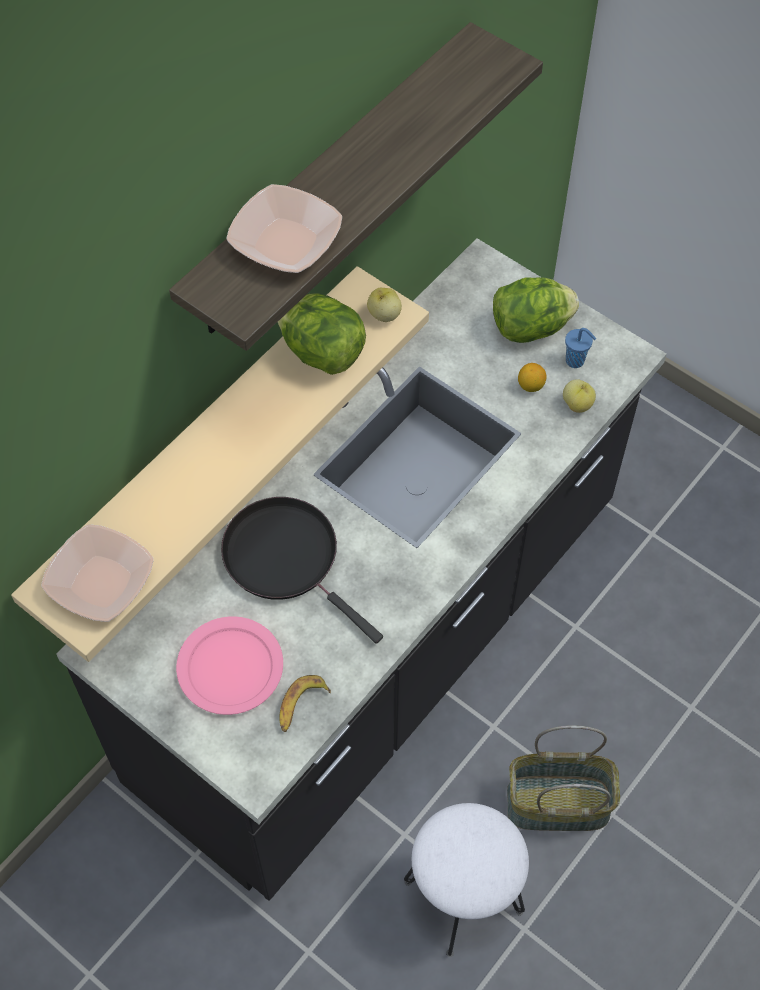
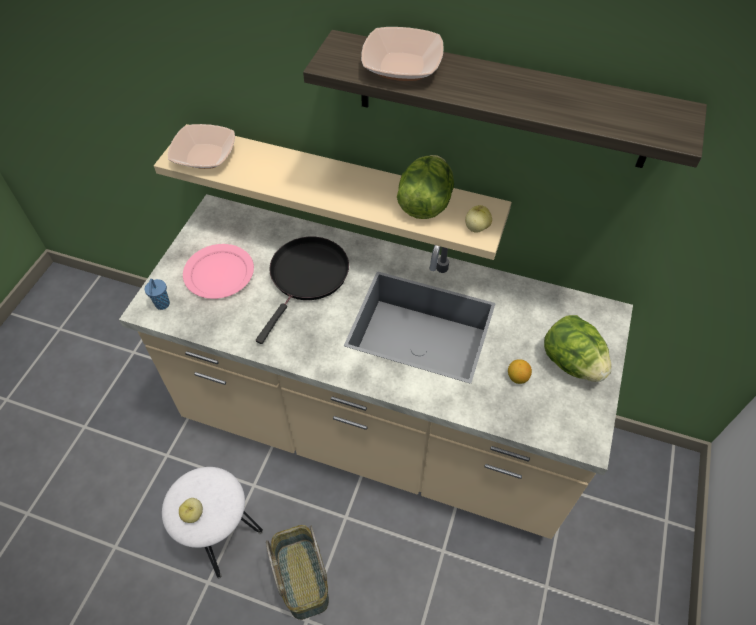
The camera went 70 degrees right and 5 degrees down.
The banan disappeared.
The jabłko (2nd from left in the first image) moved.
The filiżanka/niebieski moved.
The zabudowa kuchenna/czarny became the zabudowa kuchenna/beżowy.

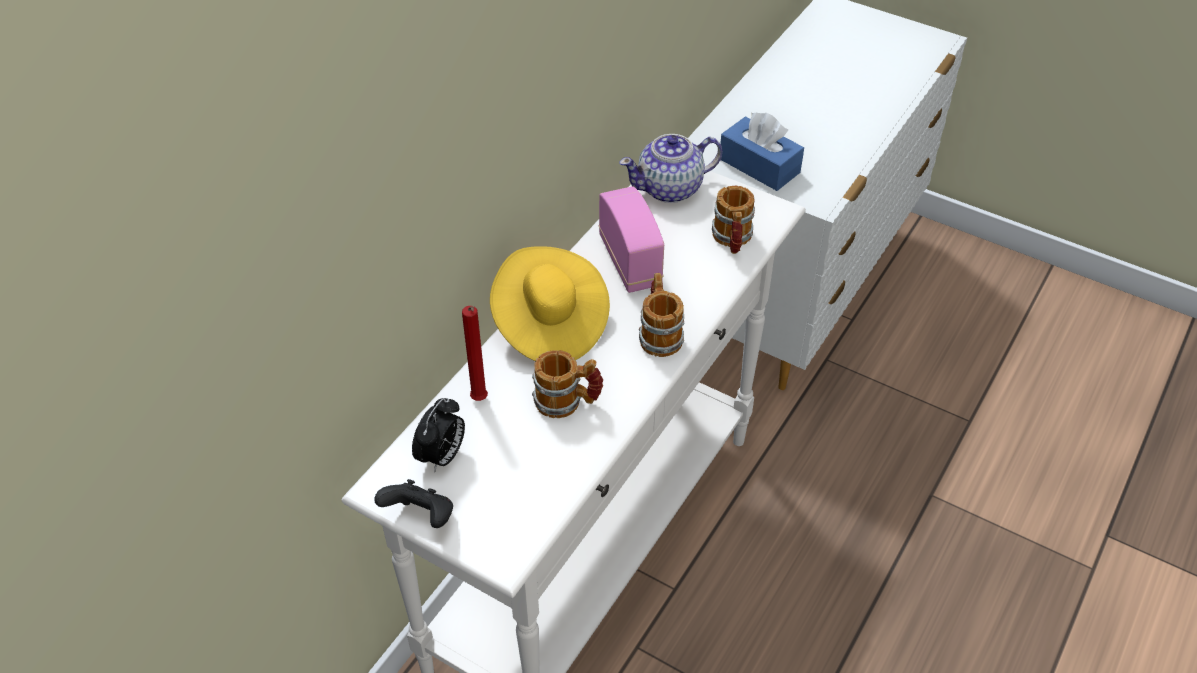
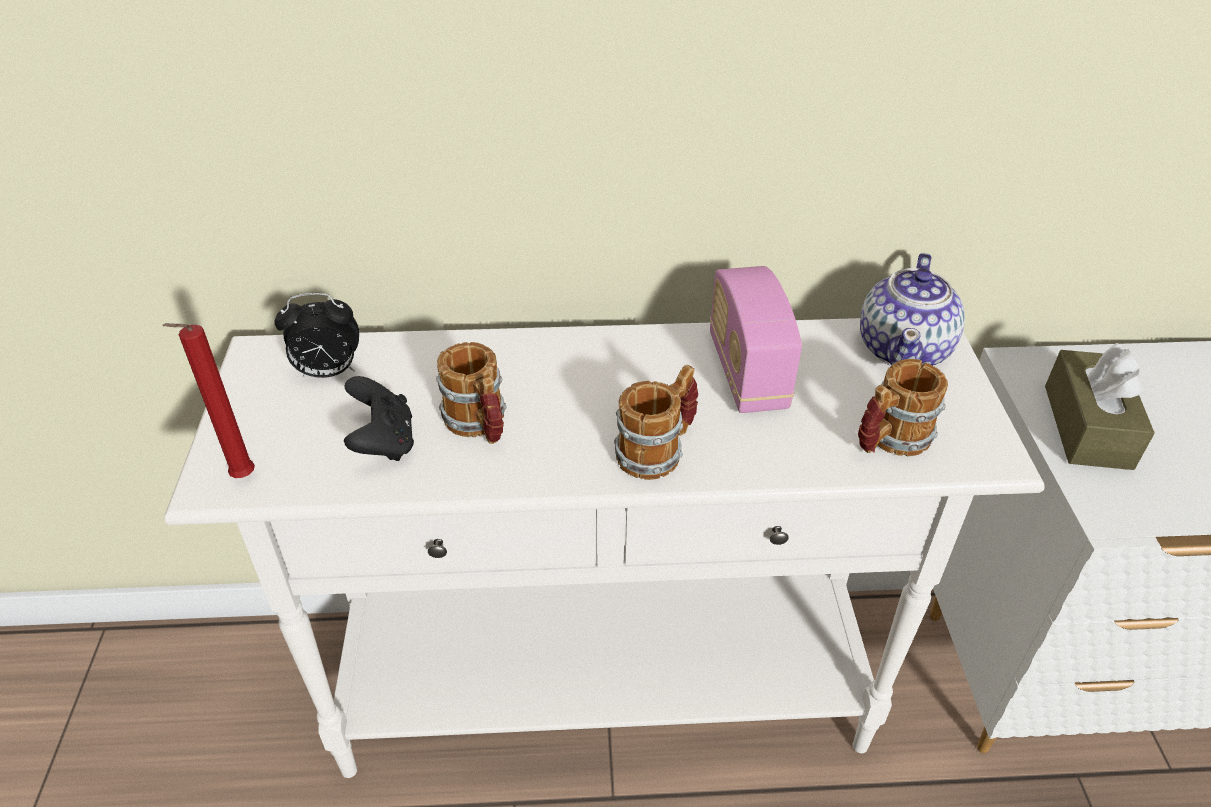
The camera went 55 degrees right and 5 degrees down.
The kapelusz/żółty disappeared.
The pad do gier/czarny moved.
The świeca/czerwony moved.
The pudełko chusteczek/niebieski became the pudełko chusteczek/brązowy.
The radio turned 135 degrees clockwise.
The imbryk turned 105 degrees counterclockwise.

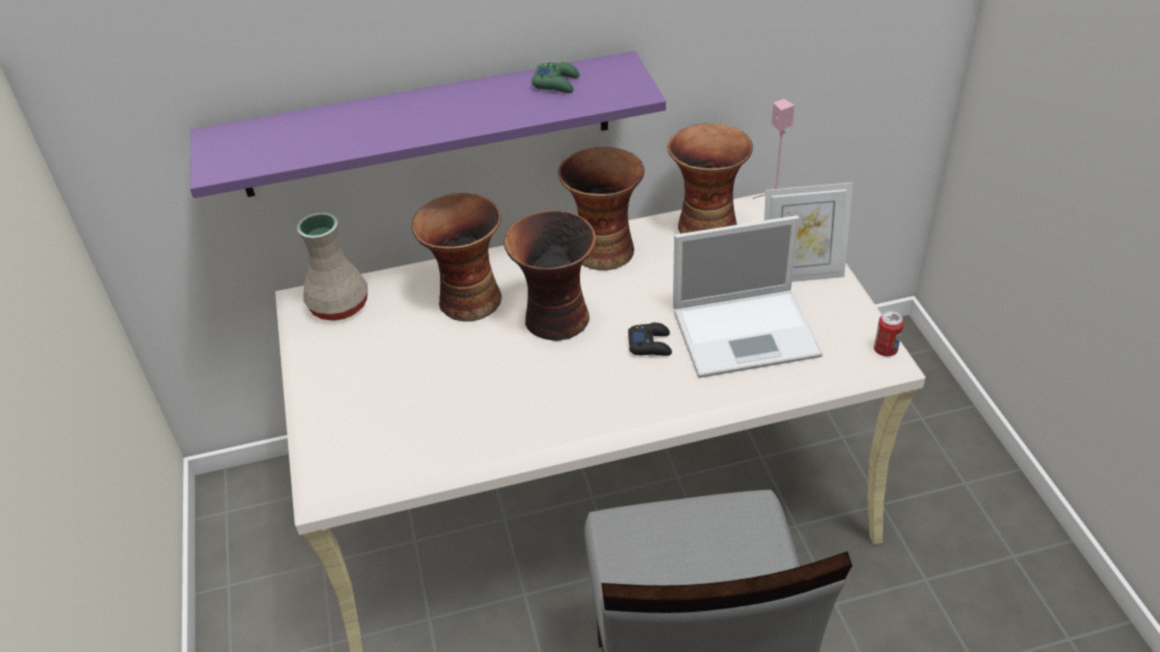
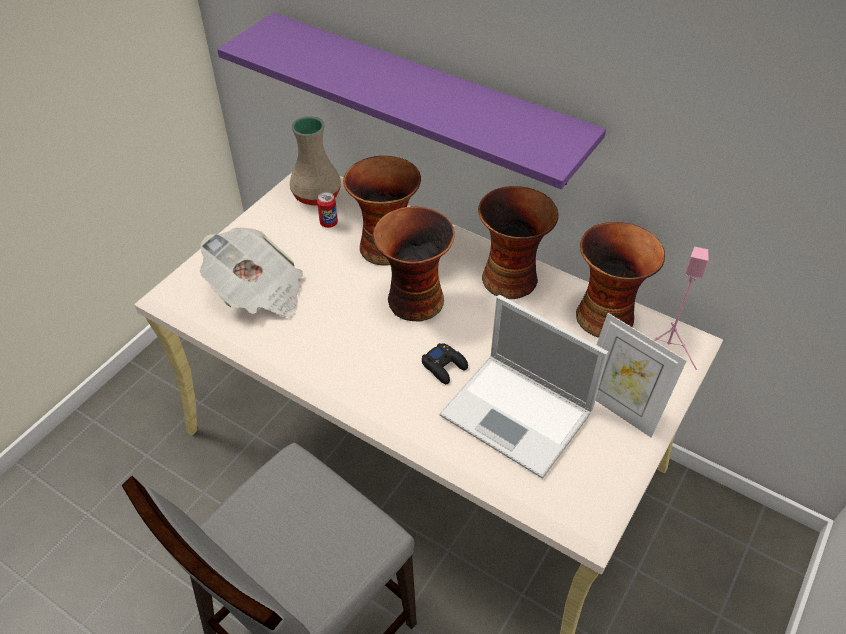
The camera went 45 degrees right and 5 degrees up.
The pad do gier/zielony disappeared.
The gazeta appeared.
The puszka moved.

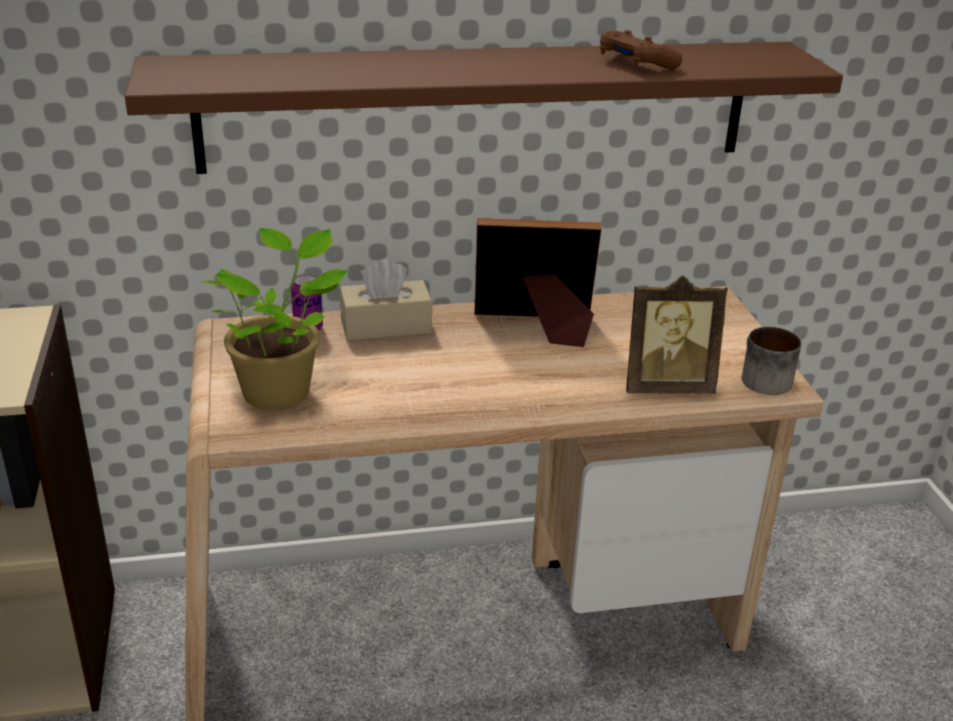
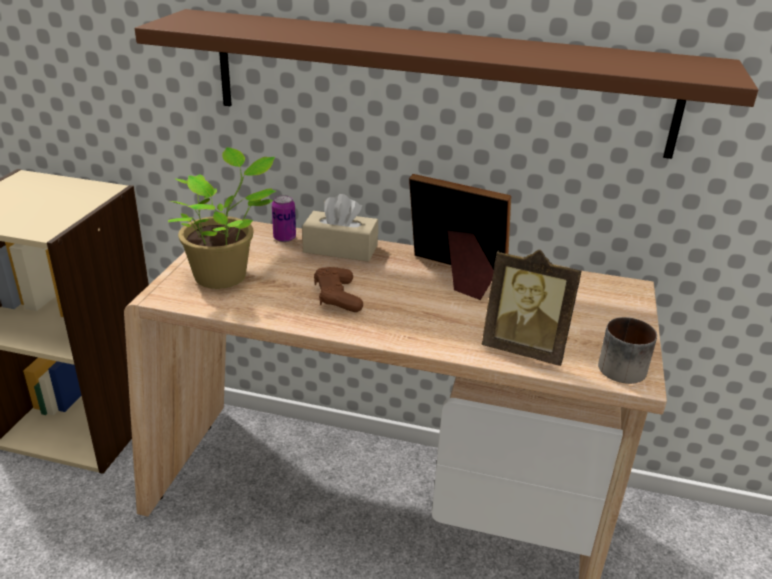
The camera went 25 degrees right and 0 degrees up.
The pad do gier/brązowy moved.

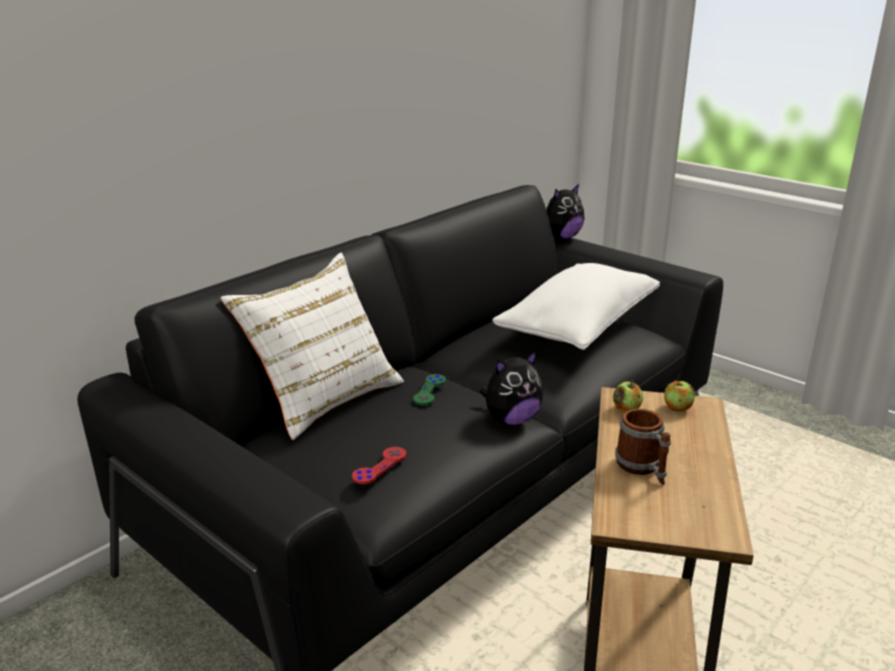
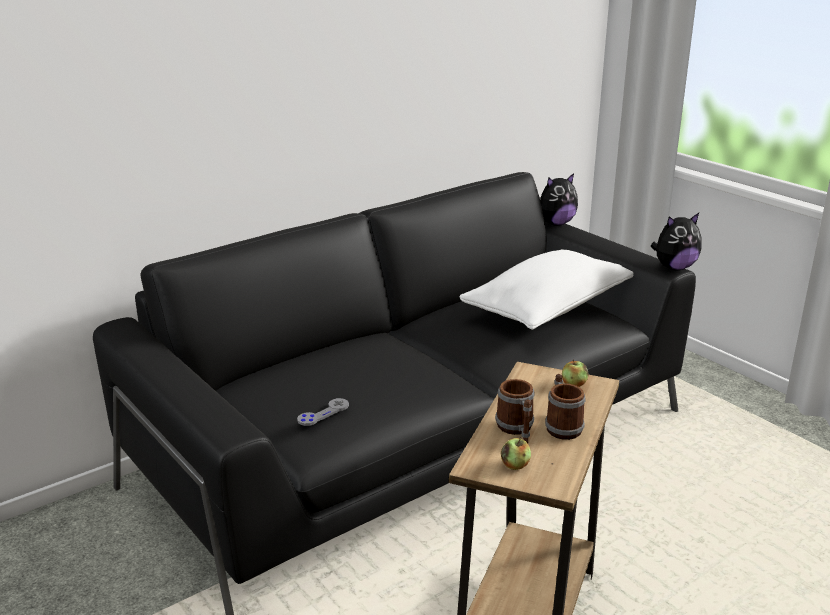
The camera went 10 degrees right and 0 degrees up.
The poduszka/biały (1st from left) disappeared.
The pad do gier/zielony disappeared.
The kubek (2nd from left) appeared.
The pluszak (1st from left in the first image) moved.
The jabłko (1st from left) moved.
The pad do gier/czerwony became the pad do gier/szary.

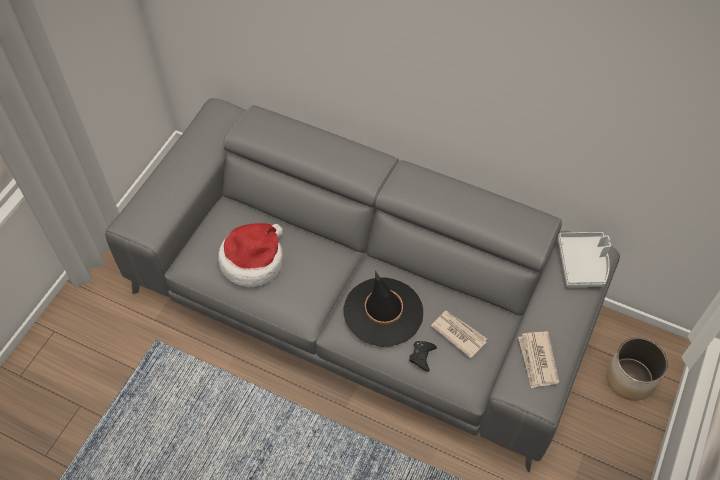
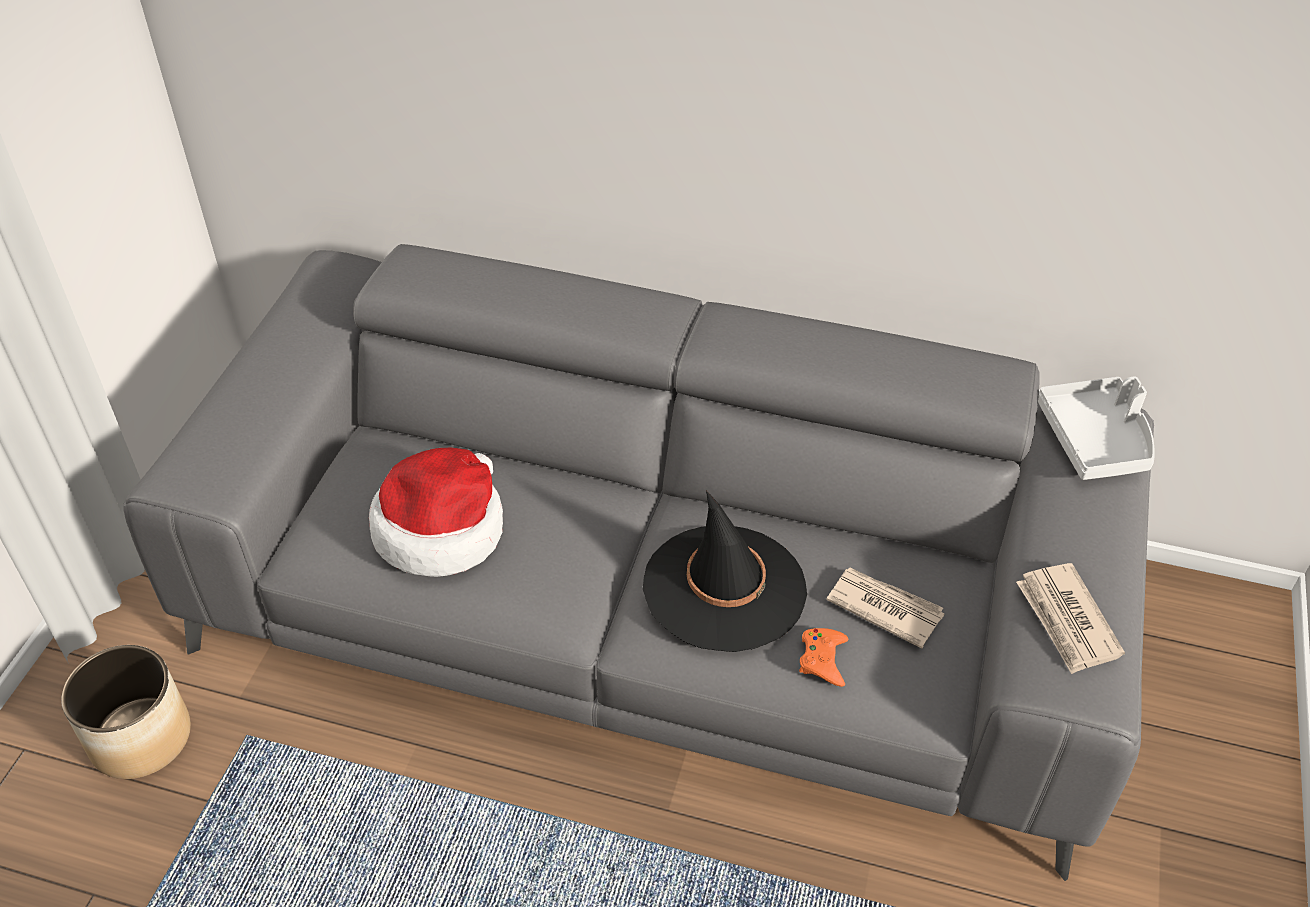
The camera went 10 degrees left and 10 degrees down.
The donica moved.
The pad do gier/czarny became the pad do gier/pomarańczowy.

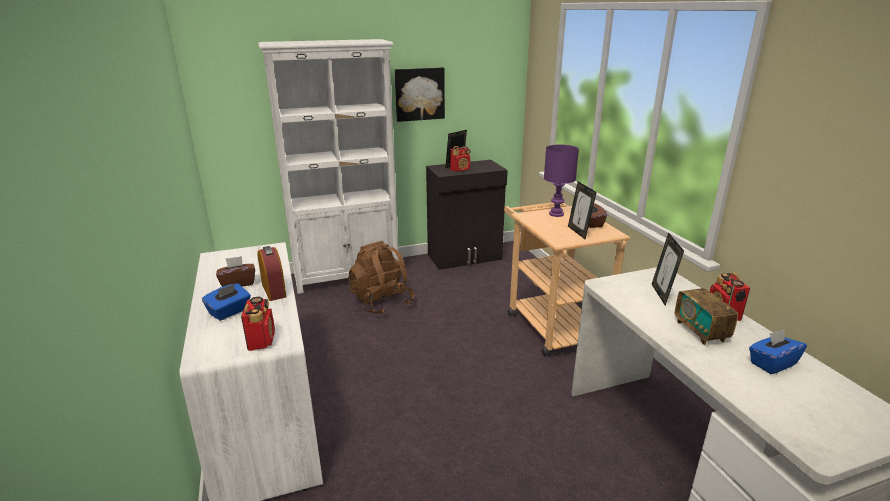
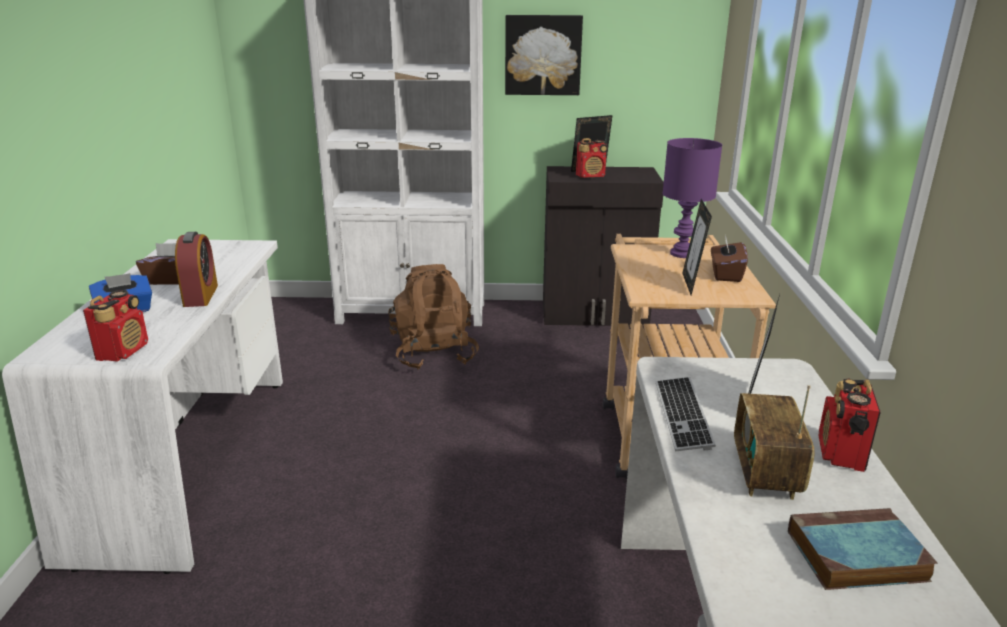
The camera went 20 degrees right and 0 degrees up.
The klawiatura appeared.
The pudełko chusteczek/niebieski (2nd from left) was replaced by the książka.

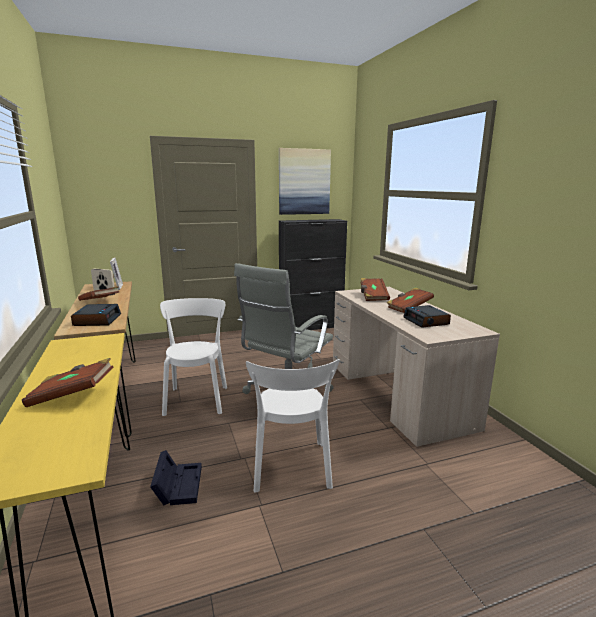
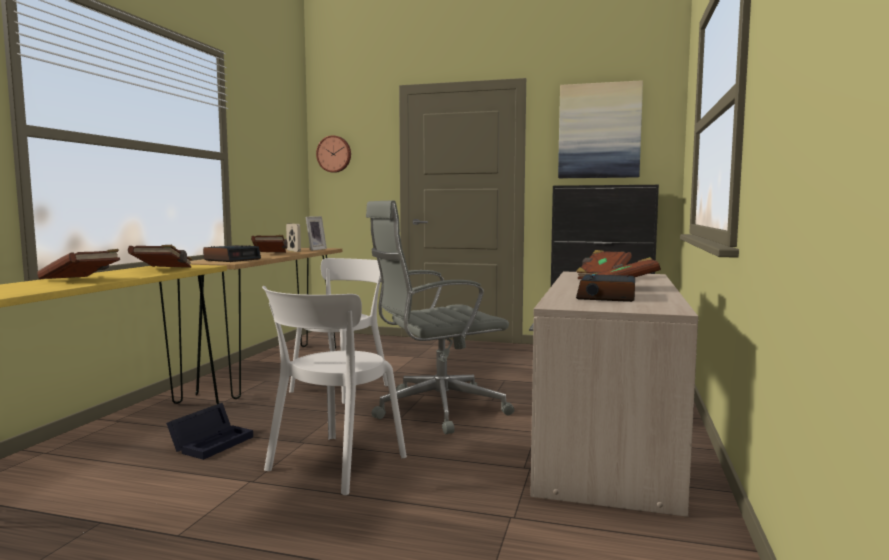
The camera went 35 degrees right and 10 degrees down.
The książka/brązowy (2nd from left) appeared.
The zegar ścienny appeared.

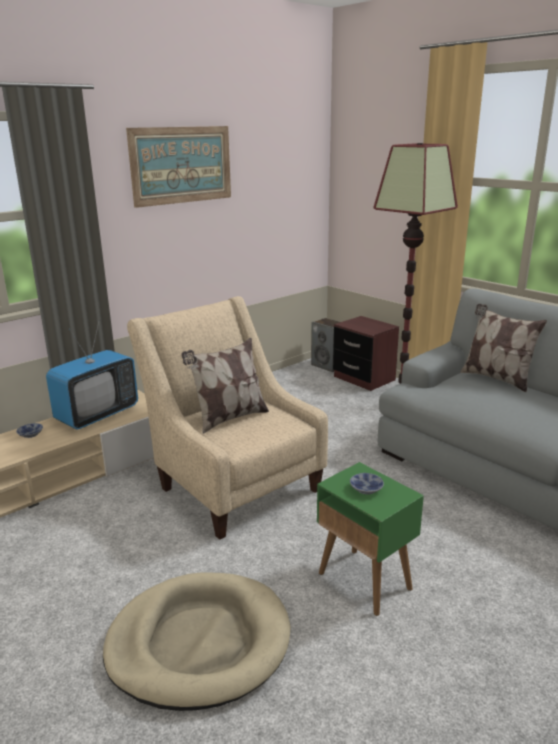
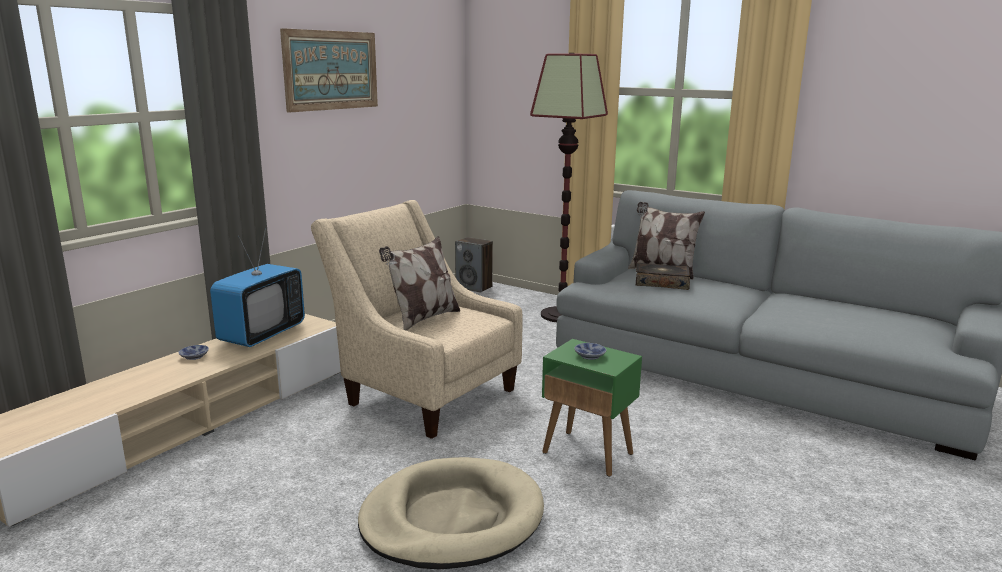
The camera went 15 degrees left and 5 degrees down.
The szafka nocna/brązowy disappeared.
The książka appeared.

